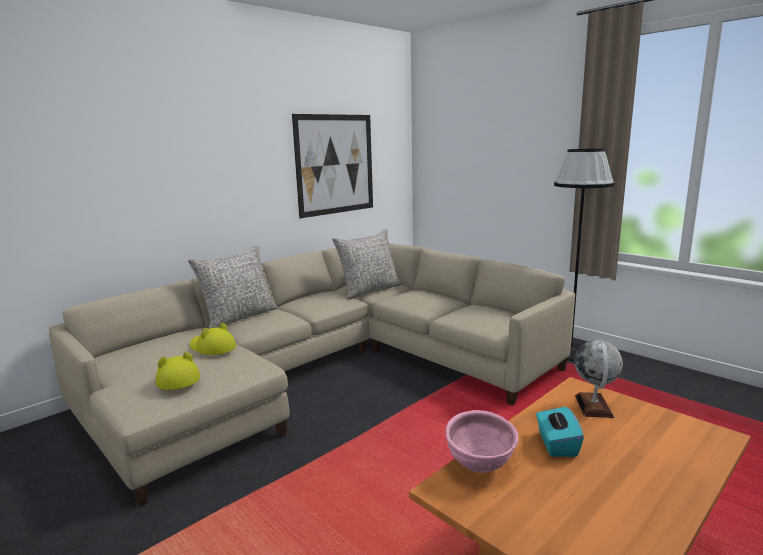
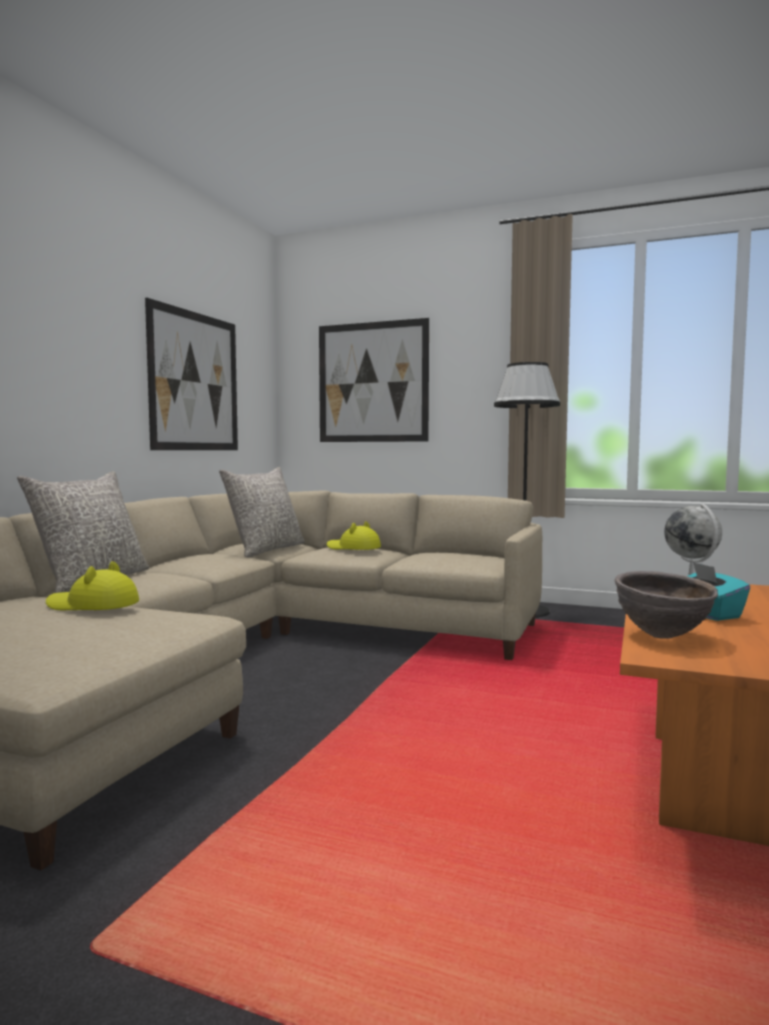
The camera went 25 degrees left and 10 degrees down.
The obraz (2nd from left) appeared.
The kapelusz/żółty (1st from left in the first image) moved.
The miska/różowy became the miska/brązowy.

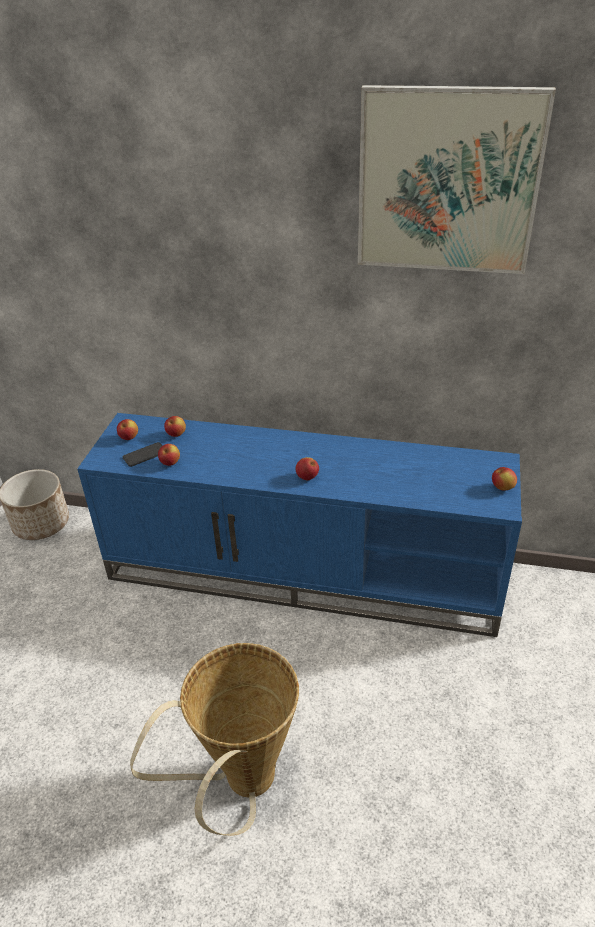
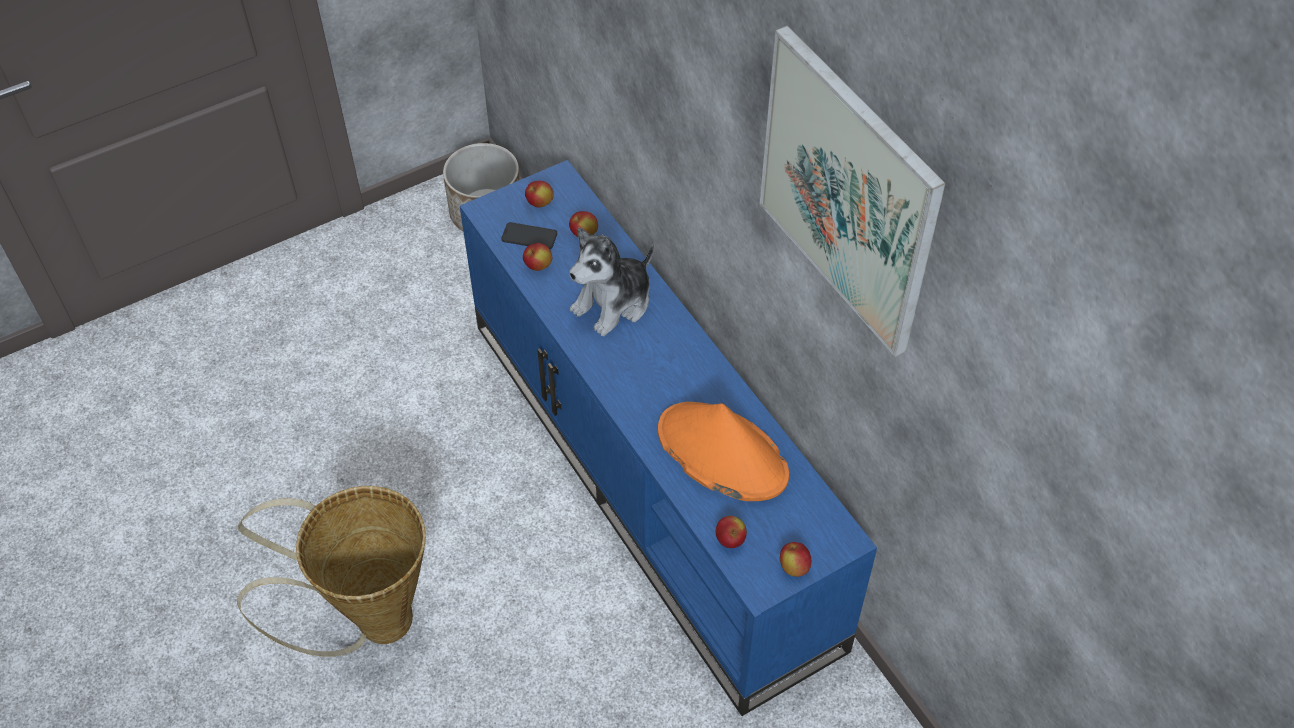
The camera went 45 degrees right and 15 degrees up.
The pluszak appeared.
The kapelusz/pomarańczowy appeared.
The jabłko (4th from left) moved.

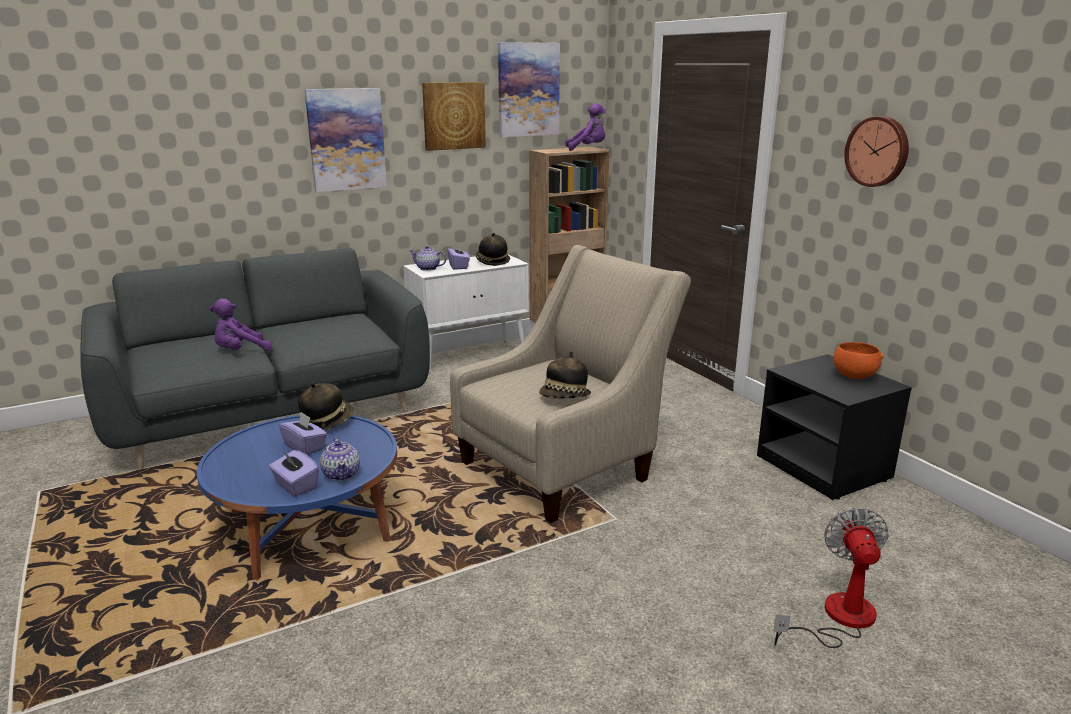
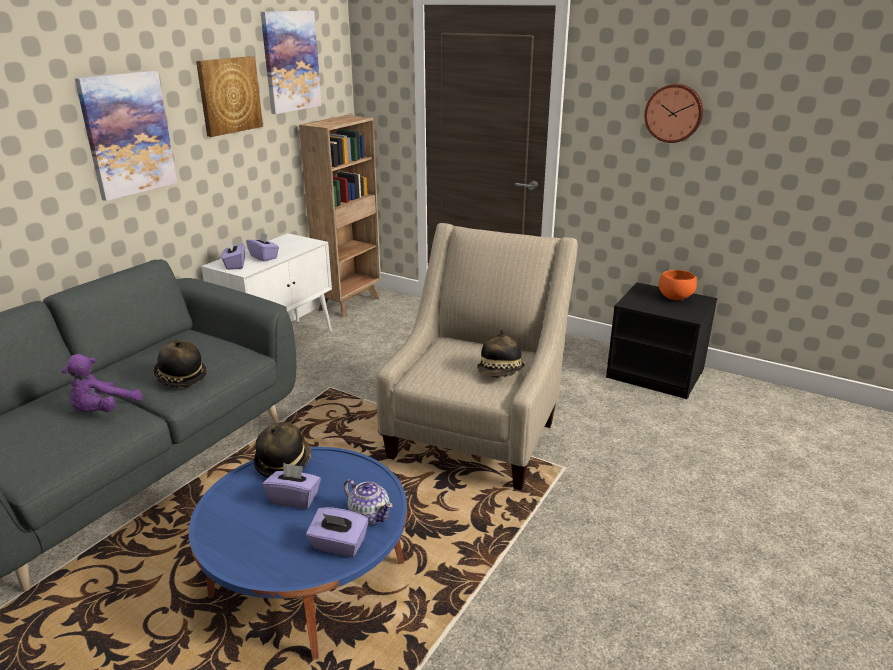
The camera went 30 degrees left and 5 degrees up.
The pluszak/fioletowy (2nd from left) disappeared.
The wentylator disappeared.
The kapelusz (2nd from left in the first image) moved.
The imbryk (2nd from left) was replaced by the pudełko chusteczek/fioletowy (1st from left).

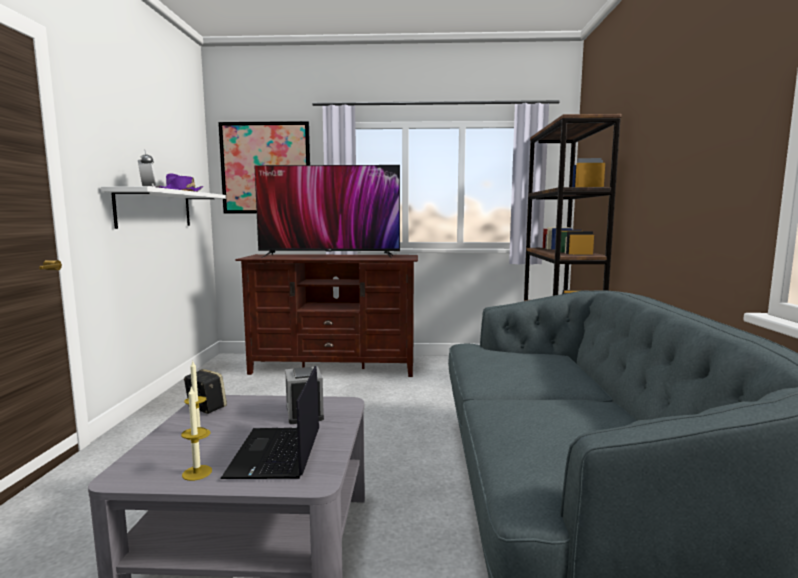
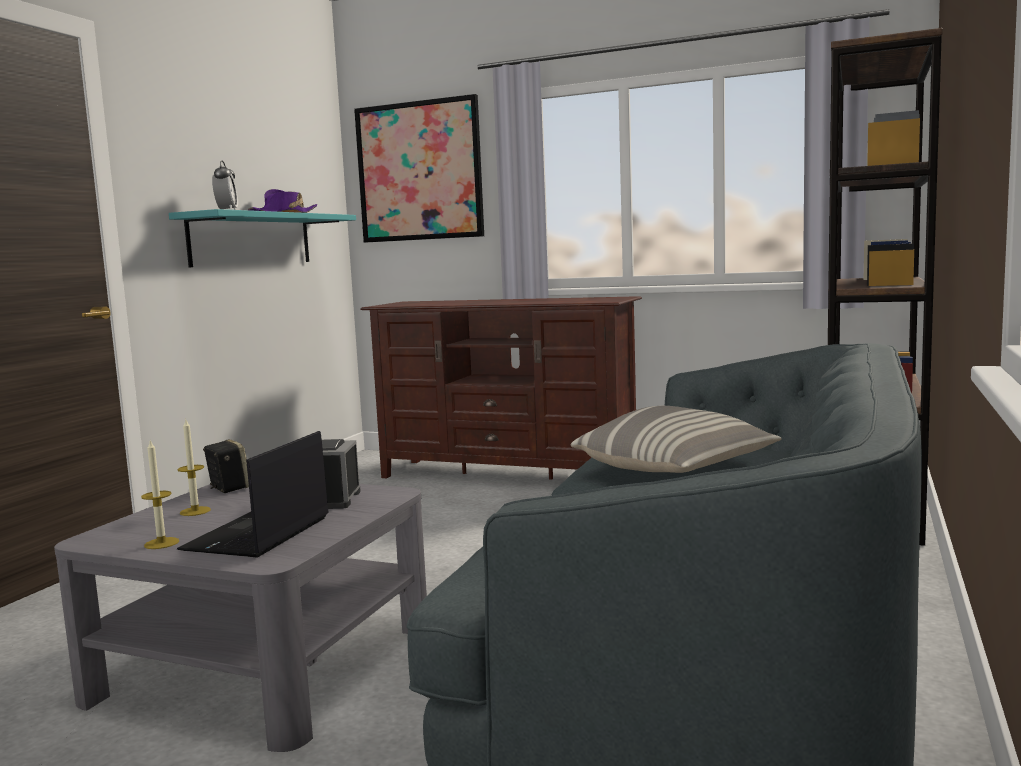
The camera went 20 degrees right and 0 degrees up.
The telewizor disappeared.
The poduszka appeared.
The półka/biały became the półka/turkusowy.

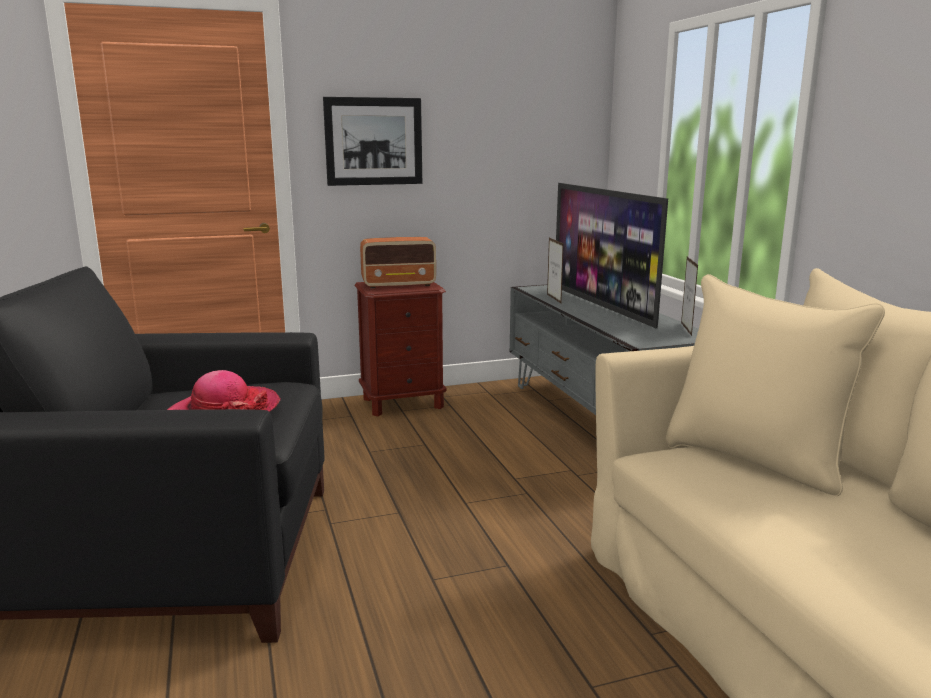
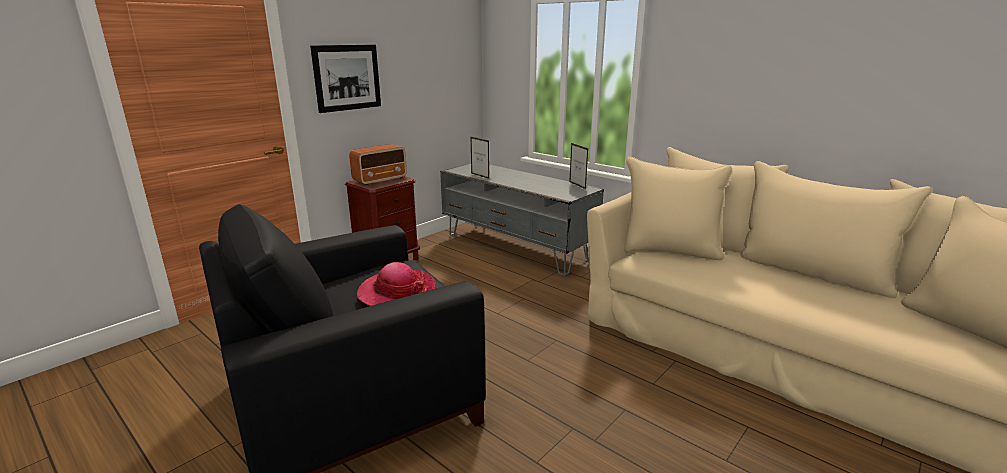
The camera went 30 degrees left and 5 degrees up.
The telewizor disappeared.

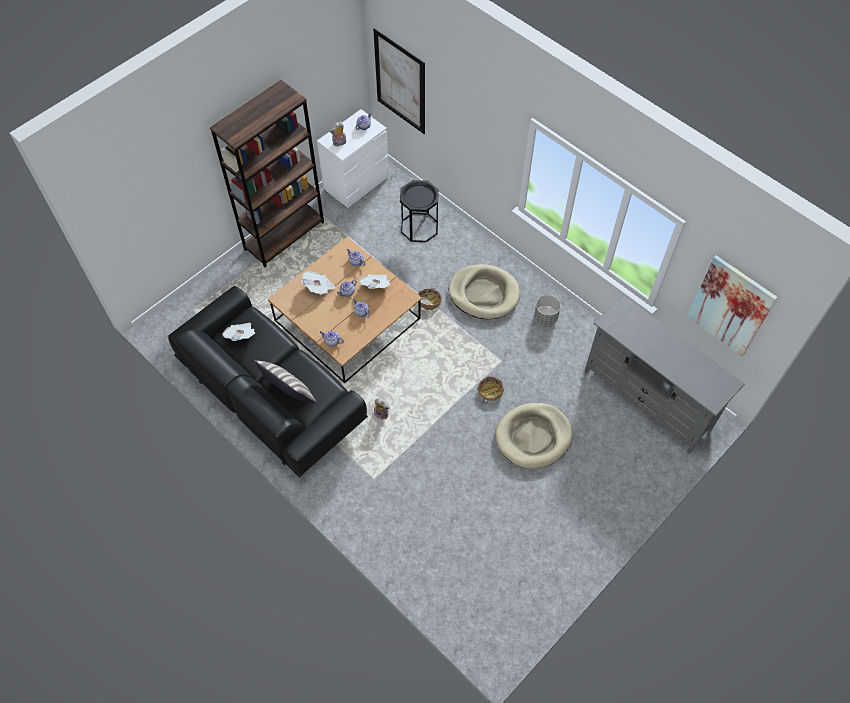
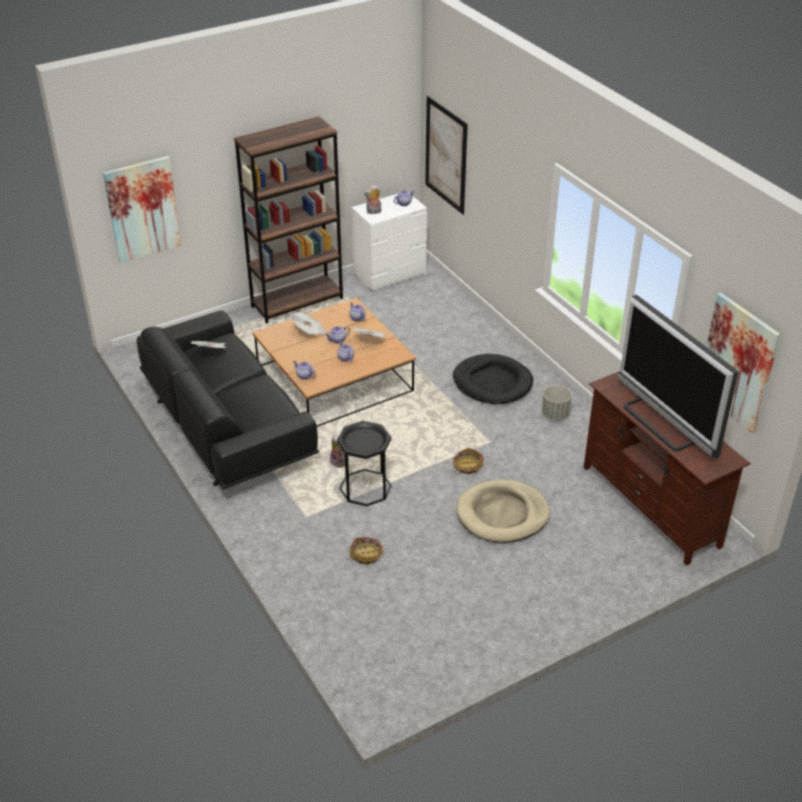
The camera went 15 degrees right and 20 degrees down.
The poduszka disappeared.
The obraz (1st from left) appeared.
The telewizor appeared.
The stolik/czarny moved.
The koszyk (1st from left) moved.
The legowisko/beżowy (1st from left) became the legowisko/czarny.
The szafka pod telewizor/szary became the szafka pod telewizor/brązowy.

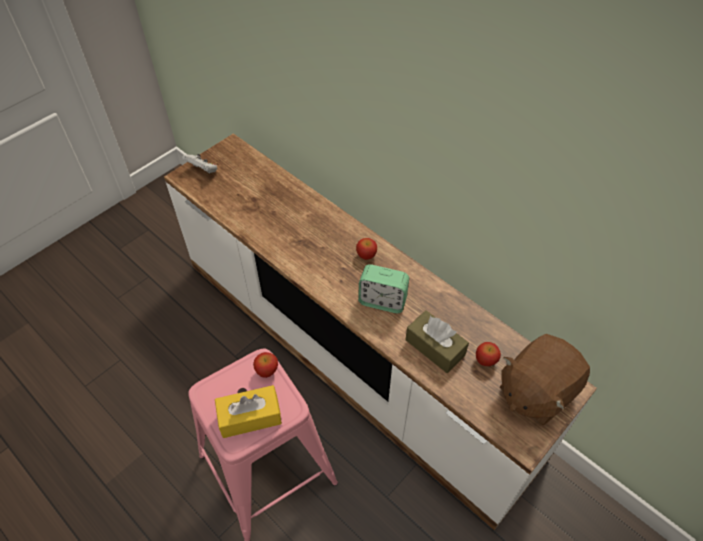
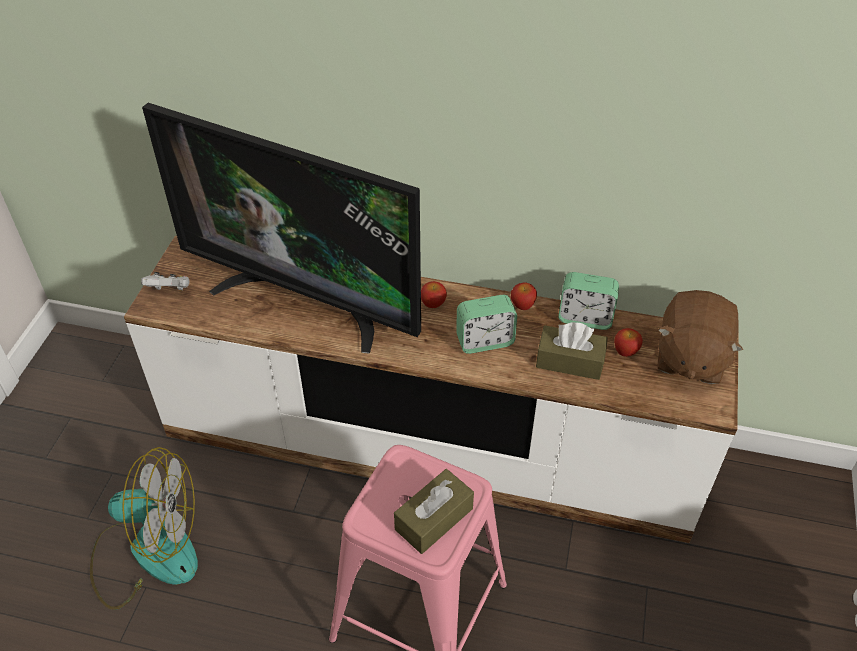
The camera went 30 degrees left and 5 degrees down.
The wentylator appeared.
The telewizor appeared.
The budzik (2nd from left) appeared.
The jabłko (1st from left in the first image) moved.
The pudełko chusteczek/żółty became the pudełko chusteczek/brązowy (1st from left).

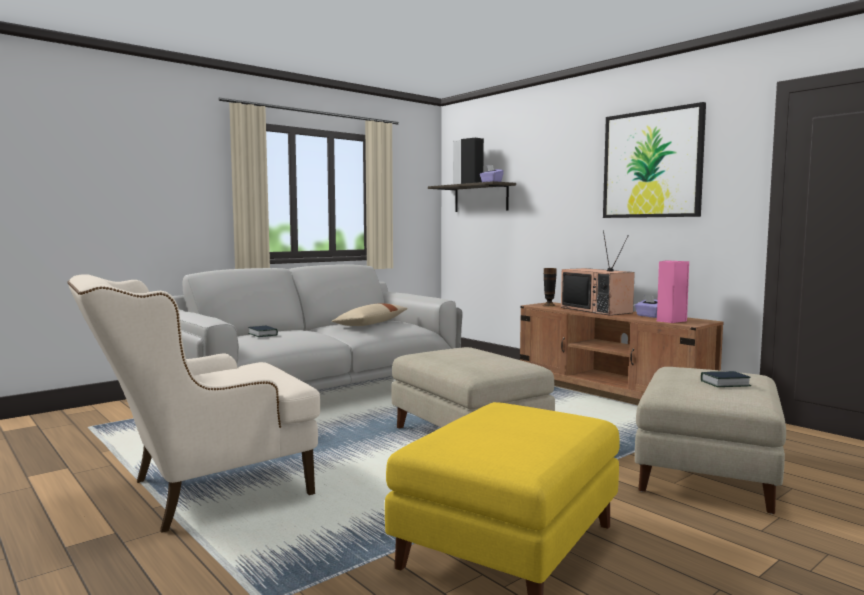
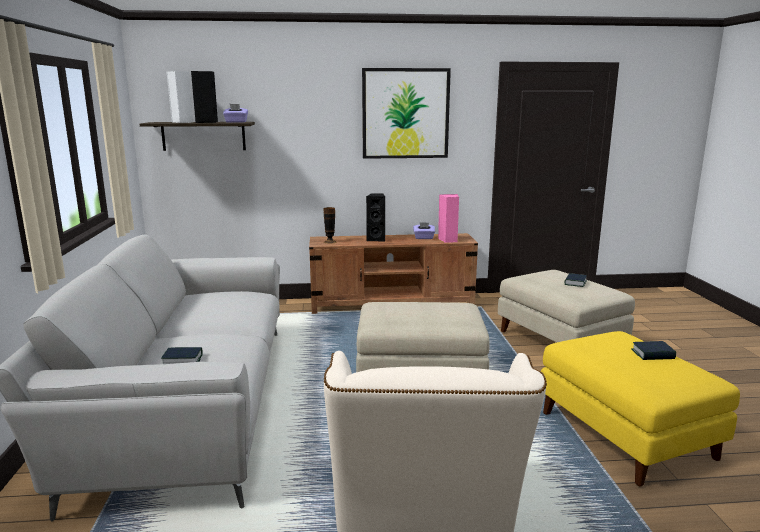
The camera went 55 degrees left and 10 degrees up.
The poduszka/beżowy disappeared.
The książka (3rd from left) appeared.
The telewizor was replaced by the głośnik/czarny (2nd from left).

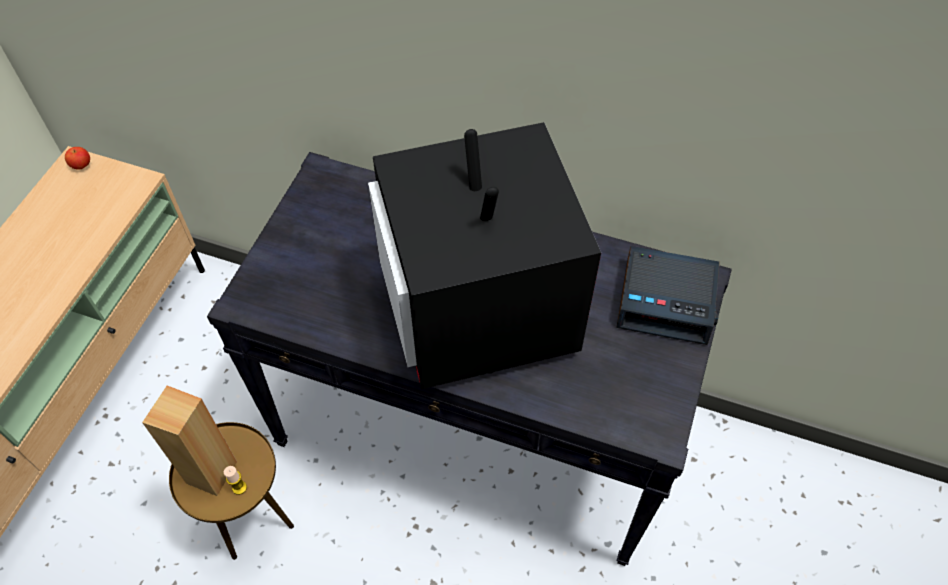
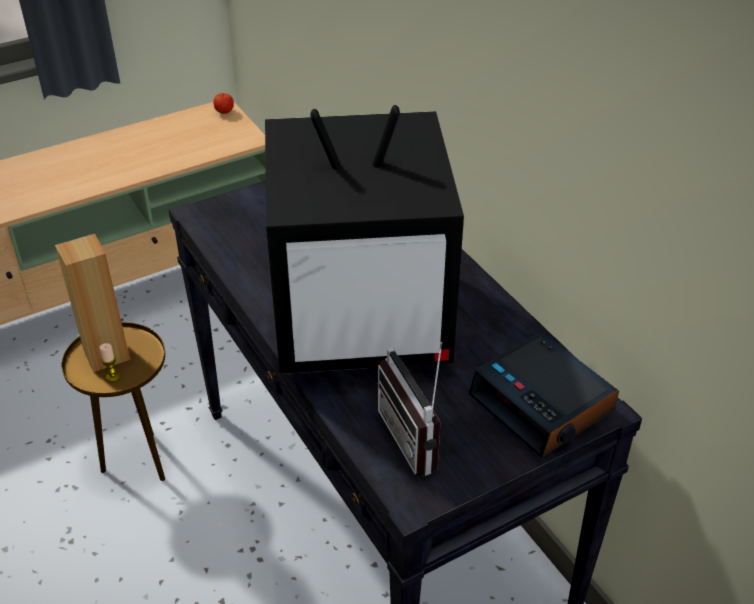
The camera went 40 degrees right and 15 degrees down.
The radio appeared.
The telewizor turned 120 degrees counterclockwise.

